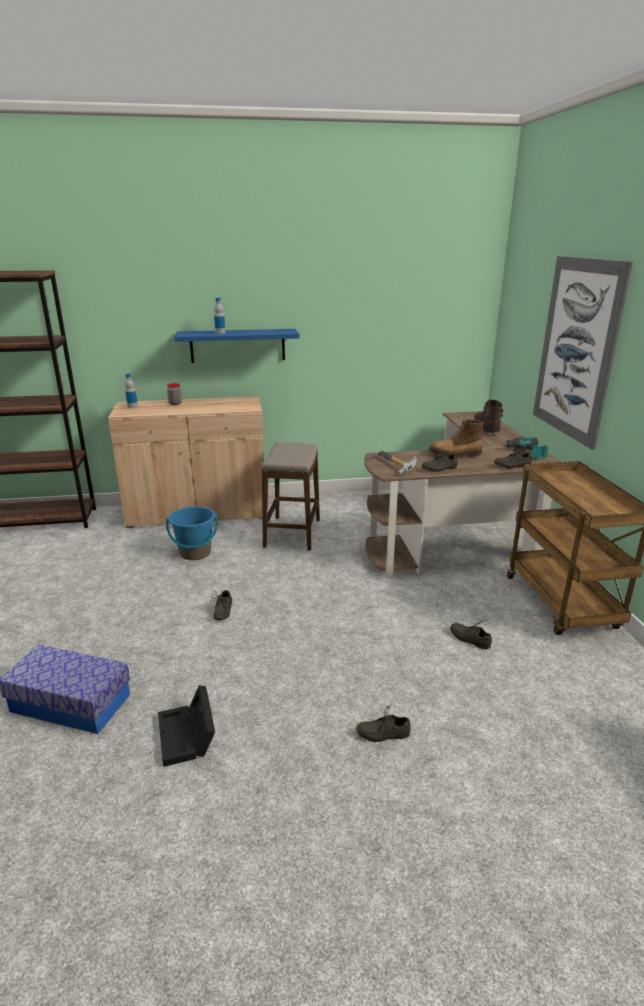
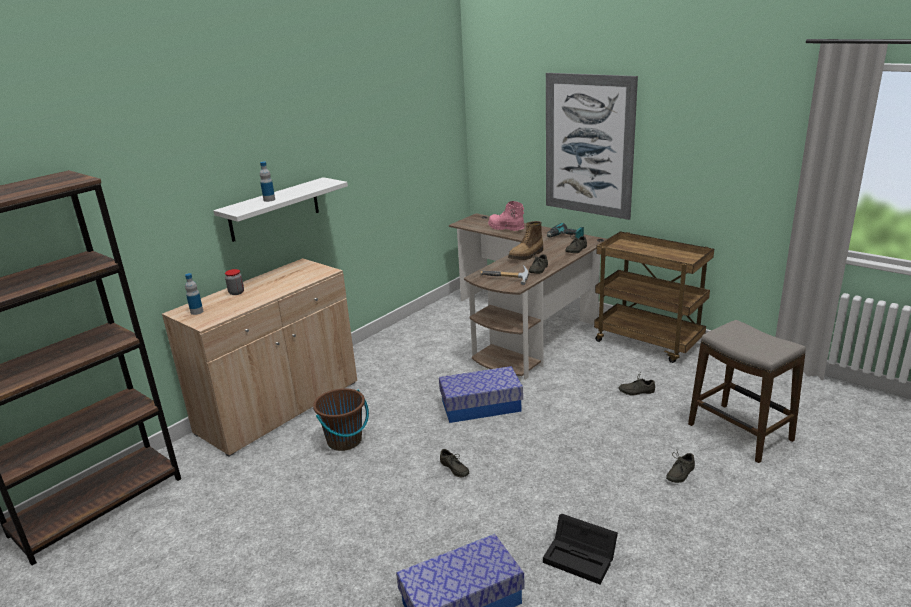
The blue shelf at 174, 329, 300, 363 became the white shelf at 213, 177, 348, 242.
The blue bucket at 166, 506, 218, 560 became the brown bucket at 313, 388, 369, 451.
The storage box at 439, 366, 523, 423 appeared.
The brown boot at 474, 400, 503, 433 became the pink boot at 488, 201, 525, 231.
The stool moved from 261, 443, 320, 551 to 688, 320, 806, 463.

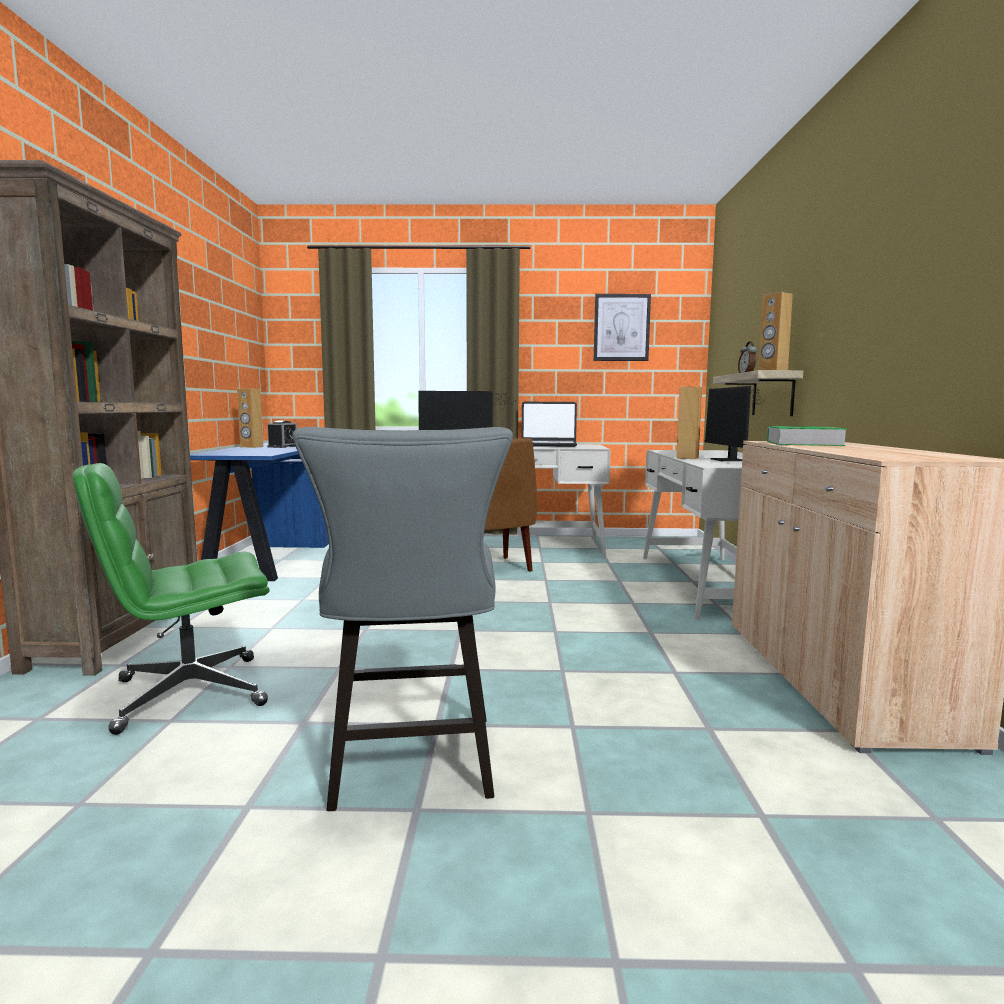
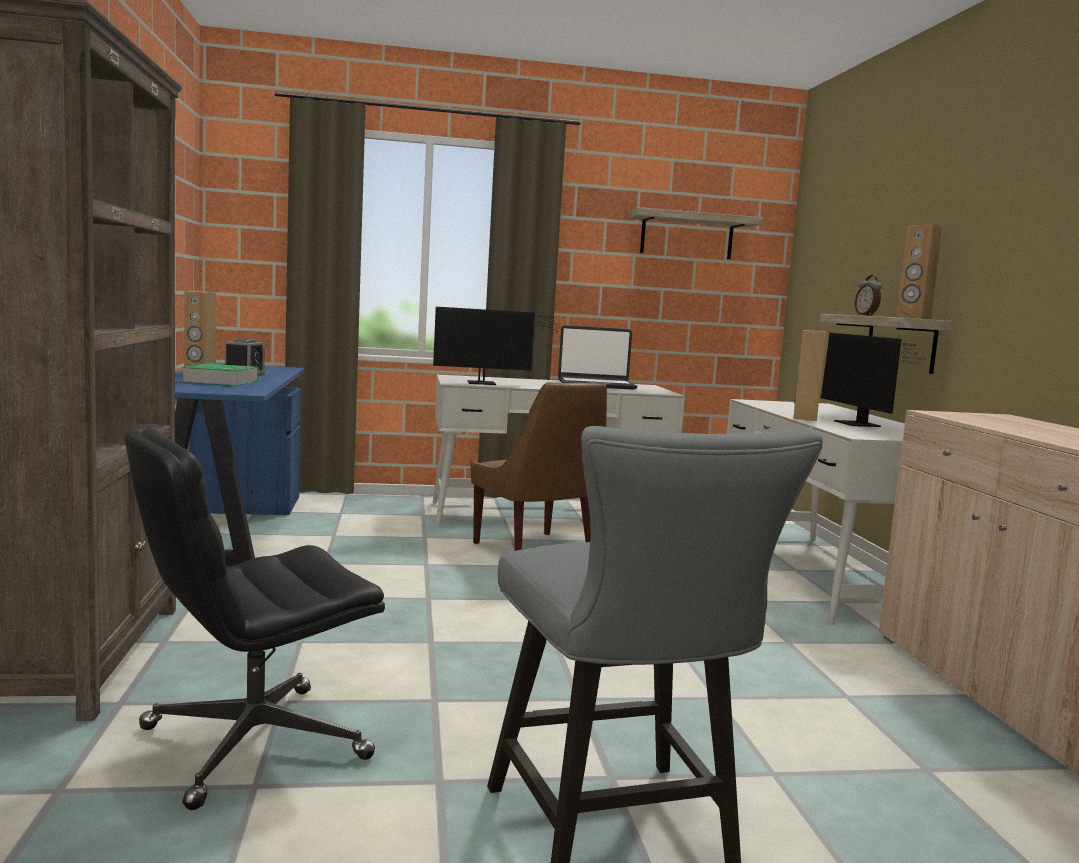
The green office chair at 73, 463, 270, 735 became the black office chair at 125, 428, 385, 810.
The book moved from 767, 426, 846, 446 to 182, 363, 259, 386.
The picture at 593, 294, 651, 361 was replaced by the shelf at 628, 207, 763, 259.

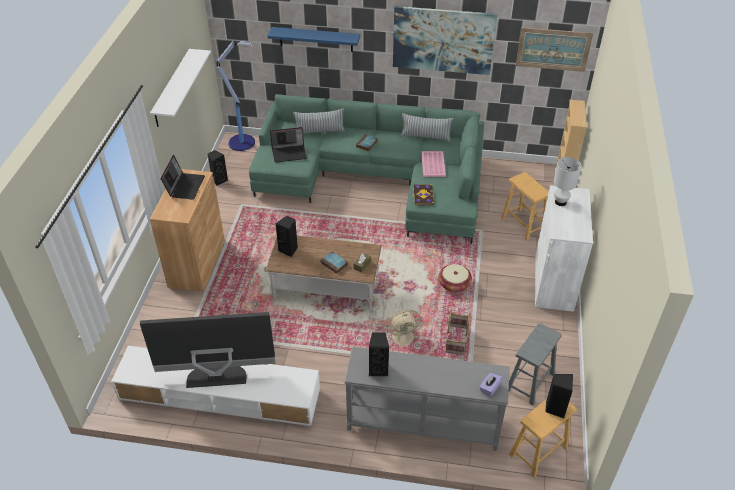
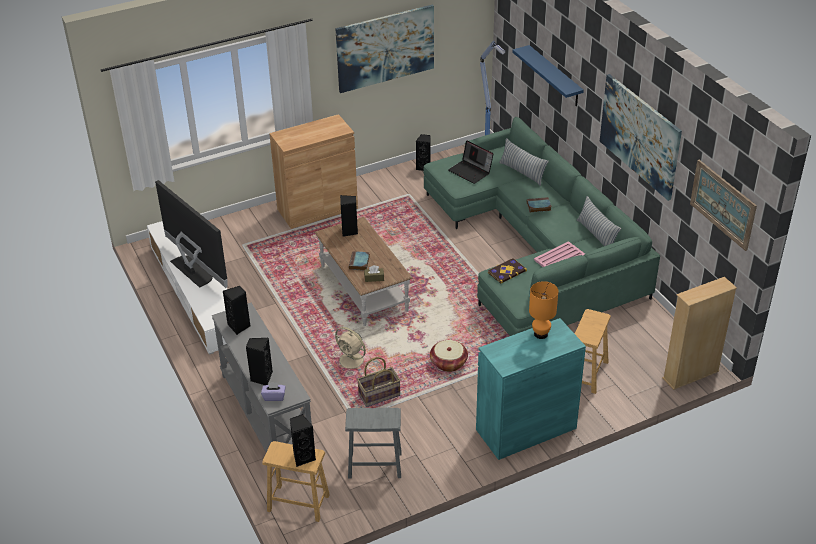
The black speaker at 246, 338, 273, 385 appeared.
The white shelf at 150, 49, 211, 127 was replaced by the picture at 335, 4, 434, 93.
The white cabinet at 535, 185, 593, 312 became the turquoise cabinet at 476, 318, 586, 460.
The white table lamp at 554, 157, 581, 206 became the orange table lamp at 529, 281, 558, 339.
The laptop at 160, 155, 205, 200 disappeared.

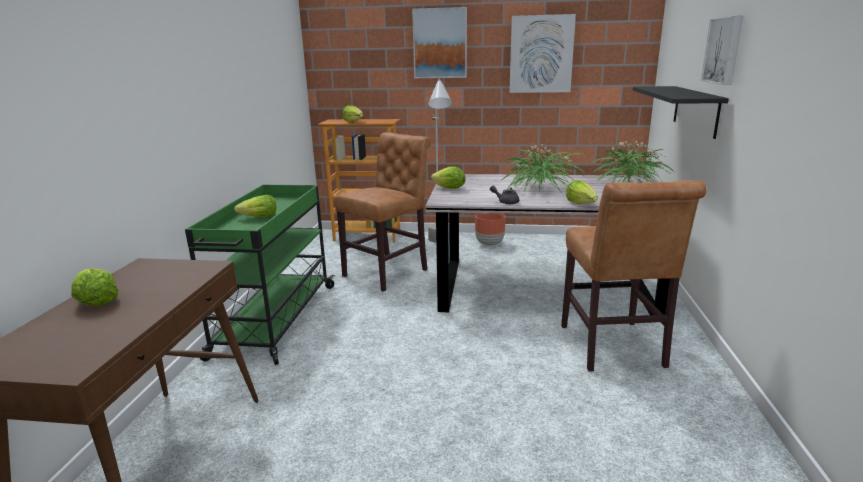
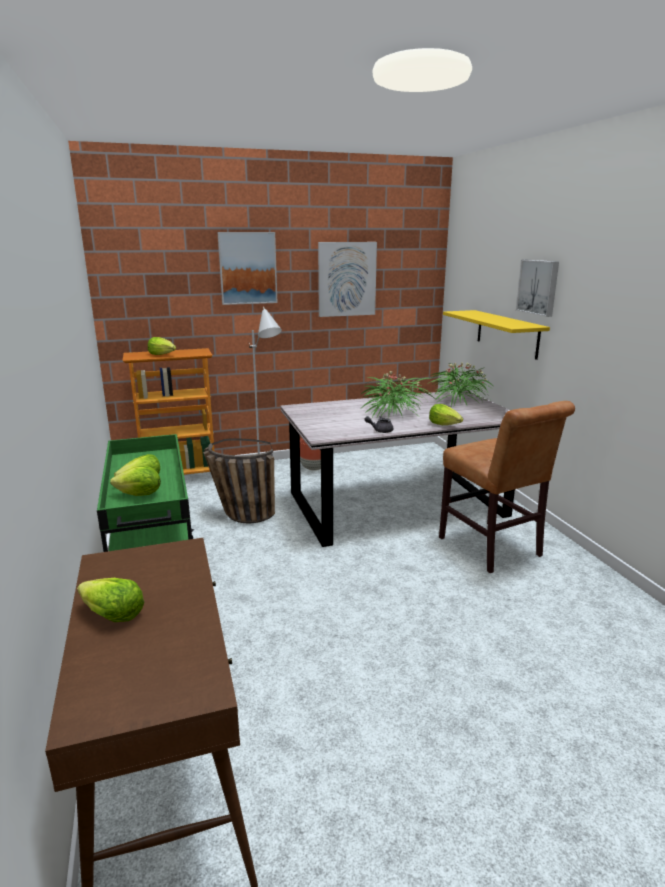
The lettuce moved from 431, 166, 466, 189 to 110, 466, 161, 496.
The brown chair at 334, 132, 431, 292 was replaced by the basket at 203, 438, 275, 523.
The black shelf at 633, 86, 729, 139 became the yellow shelf at 443, 310, 550, 360.

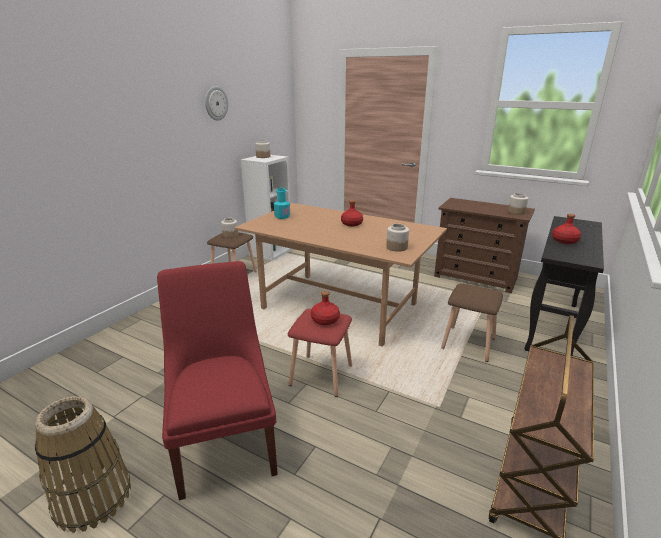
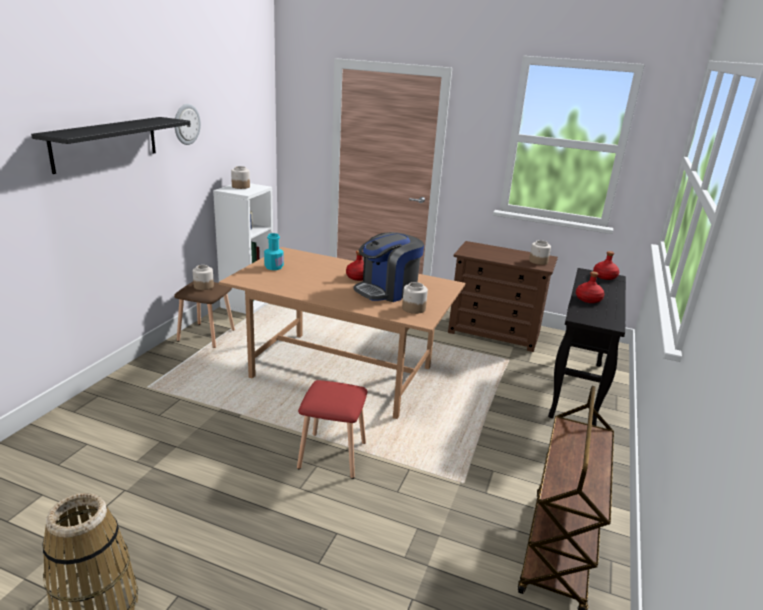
The black shelf at 31, 117, 190, 174 appeared.
The coffee machine at 353, 232, 424, 302 appeared.
The red bottle moved from 311, 291, 340, 325 to 593, 251, 619, 280.
The red chair at 157, 261, 278, 500 disappeared.
The brown stool at 441, 283, 503, 362 disappeared.

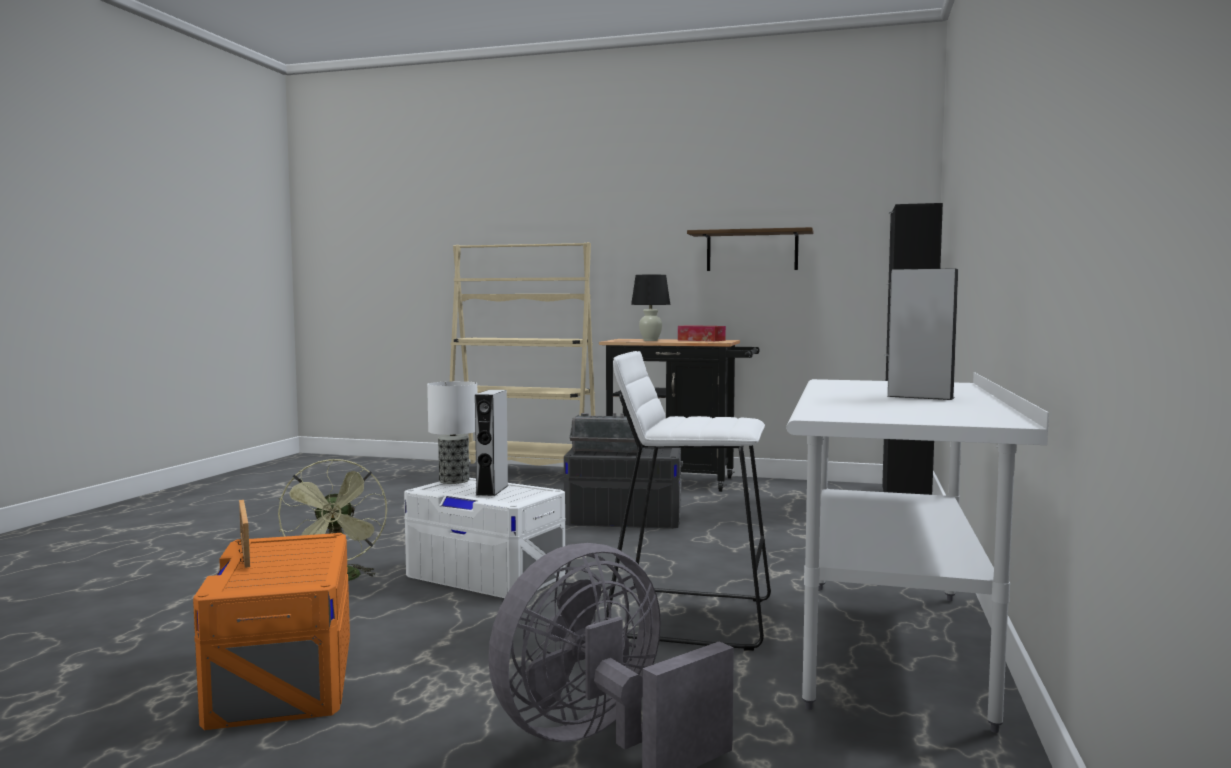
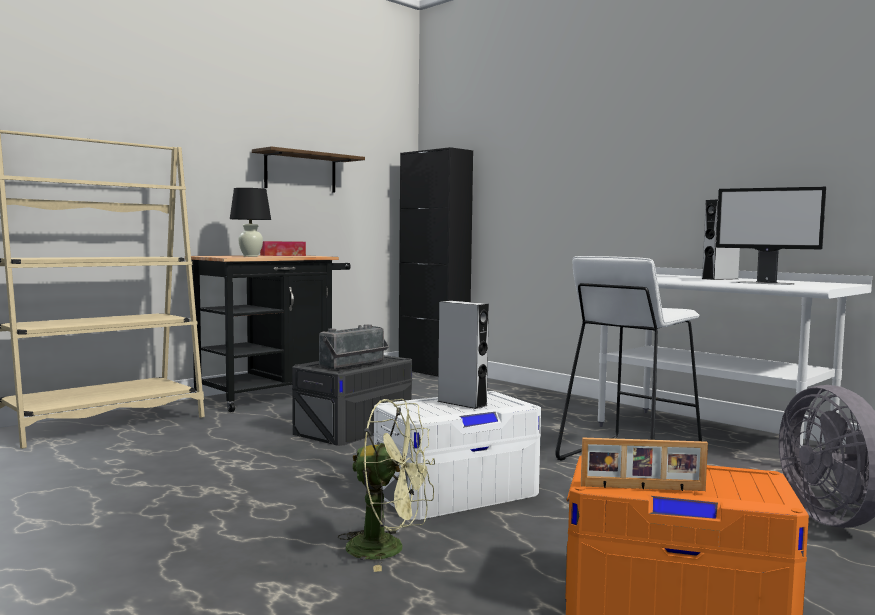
The monitor at 716, 187, 826, 285 appeared.
The table lamp at 427, 381, 477, 484 disappeared.

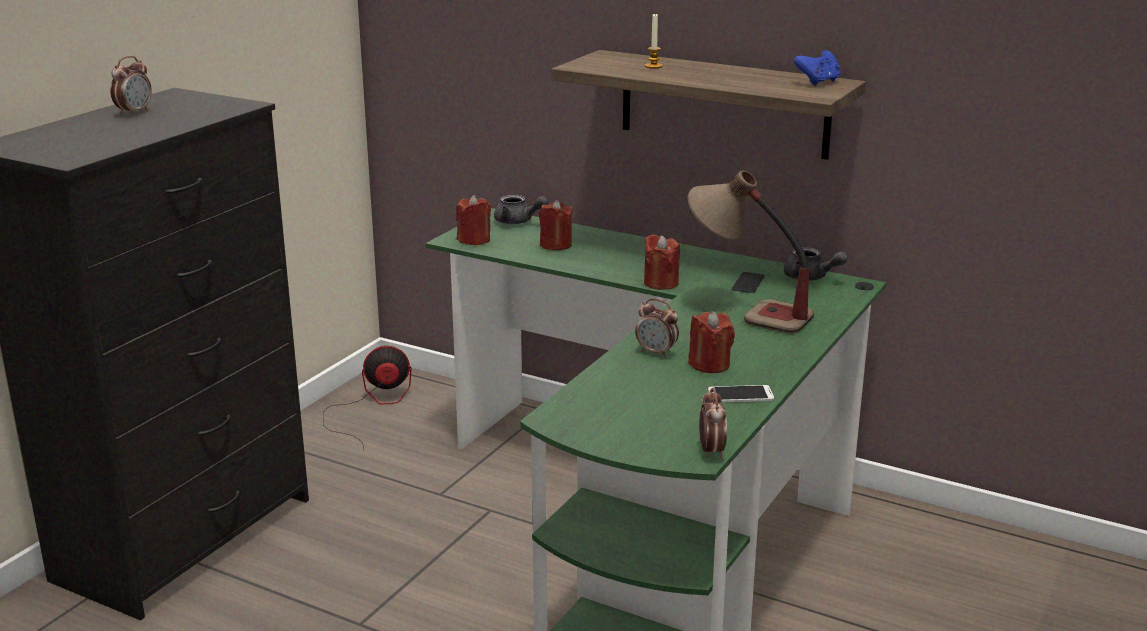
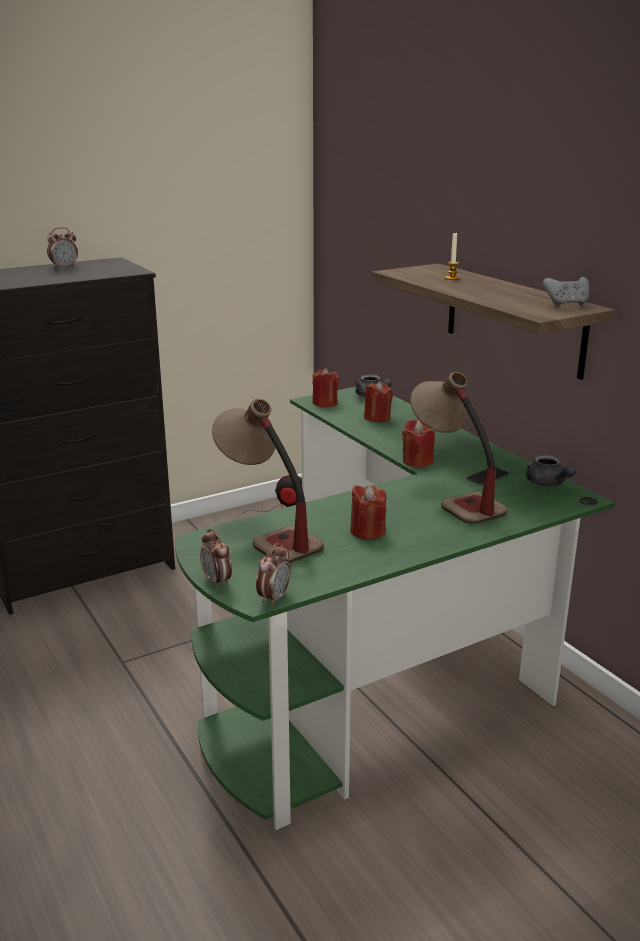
The alarm clock moved from 635, 299, 679, 358 to 200, 528, 232, 589.
The table lamp at 212, 399, 324, 563 appeared.
The blue game controller at 794, 50, 841, 86 became the grey game controller at 543, 277, 589, 307.
The phone at 708, 385, 774, 402 disappeared.

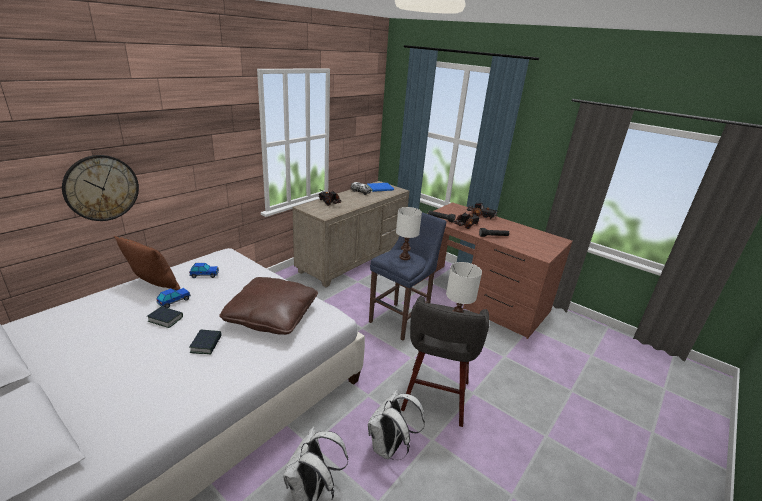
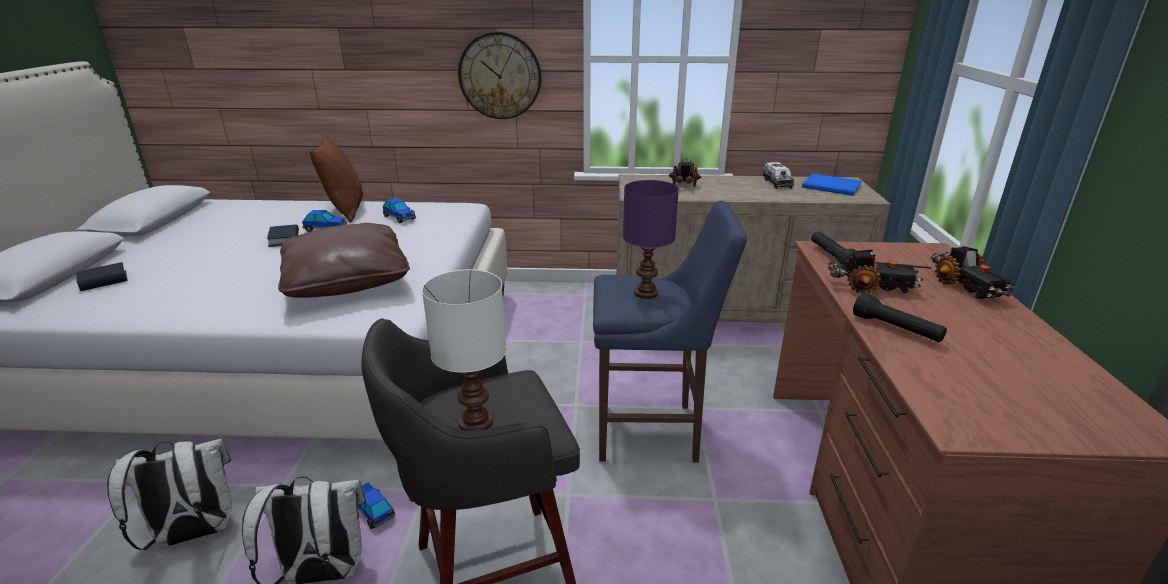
The book moved from 190, 330, 222, 354 to 77, 262, 128, 291.
The toy car at 358, 482, 395, 529 appeared.
The wall clock moved from 62, 155, 139, 221 to 458, 32, 541, 119.
The white table lamp at 396, 207, 422, 260 became the purple table lamp at 623, 180, 679, 299.

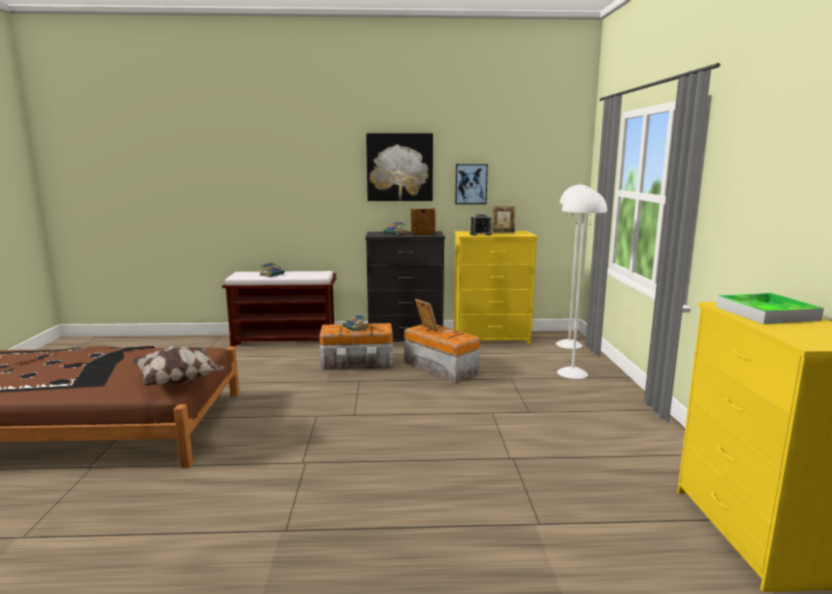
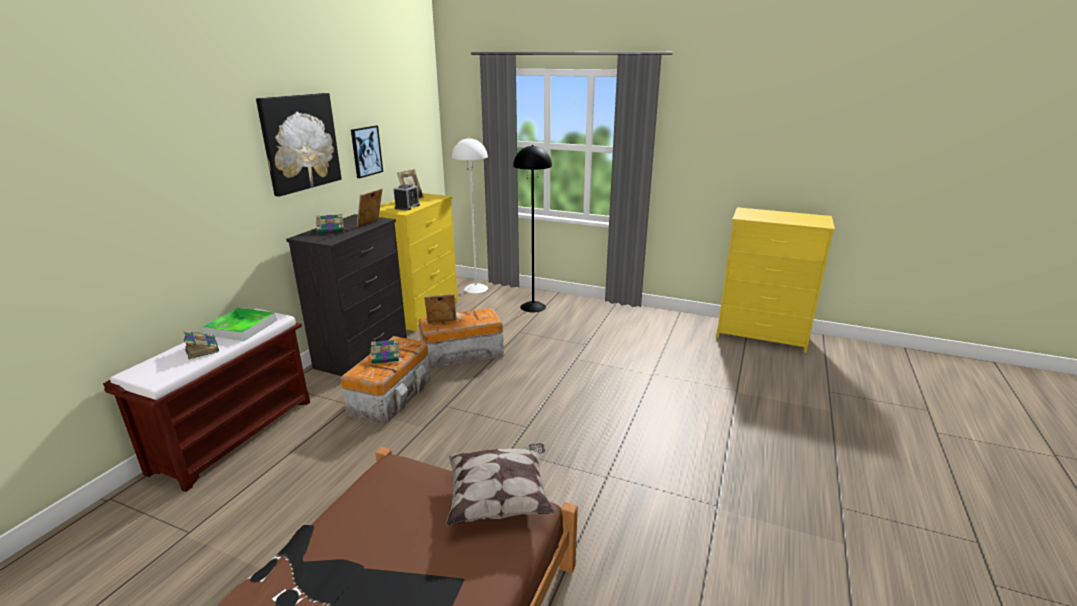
The tray moved from 716, 293, 824, 324 to 203, 308, 277, 341.
The white floor lamp at 557, 188, 607, 379 became the black floor lamp at 513, 145, 552, 312.

